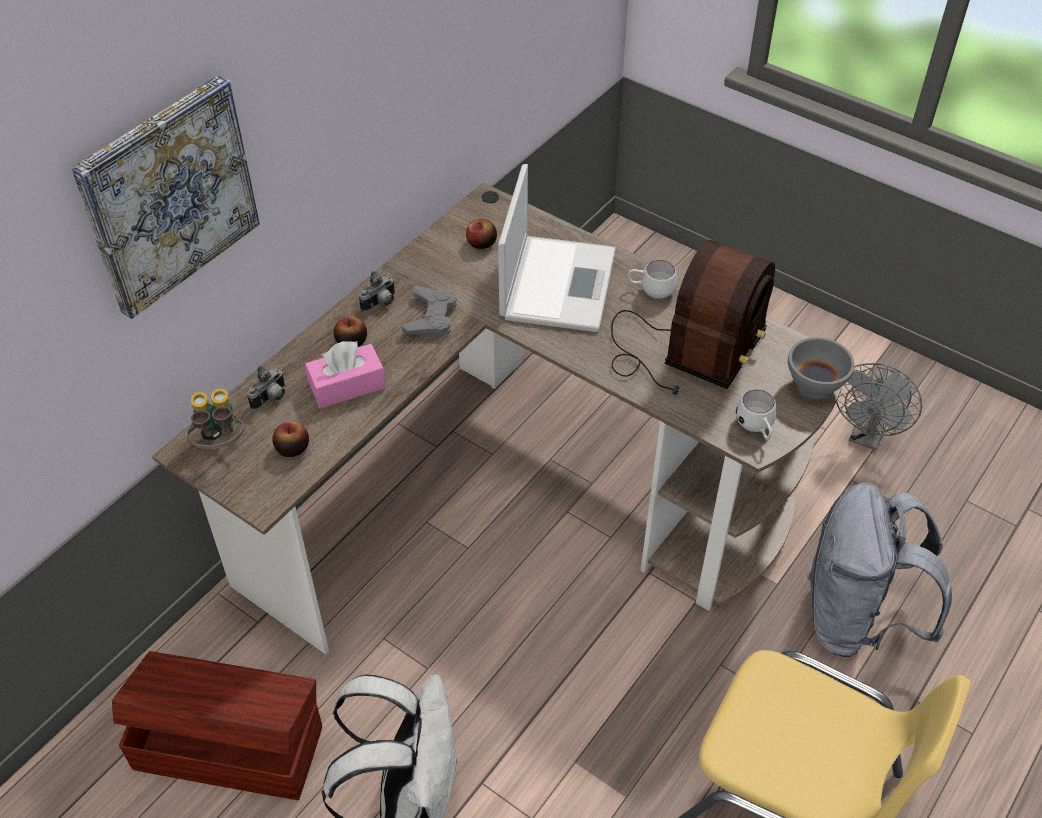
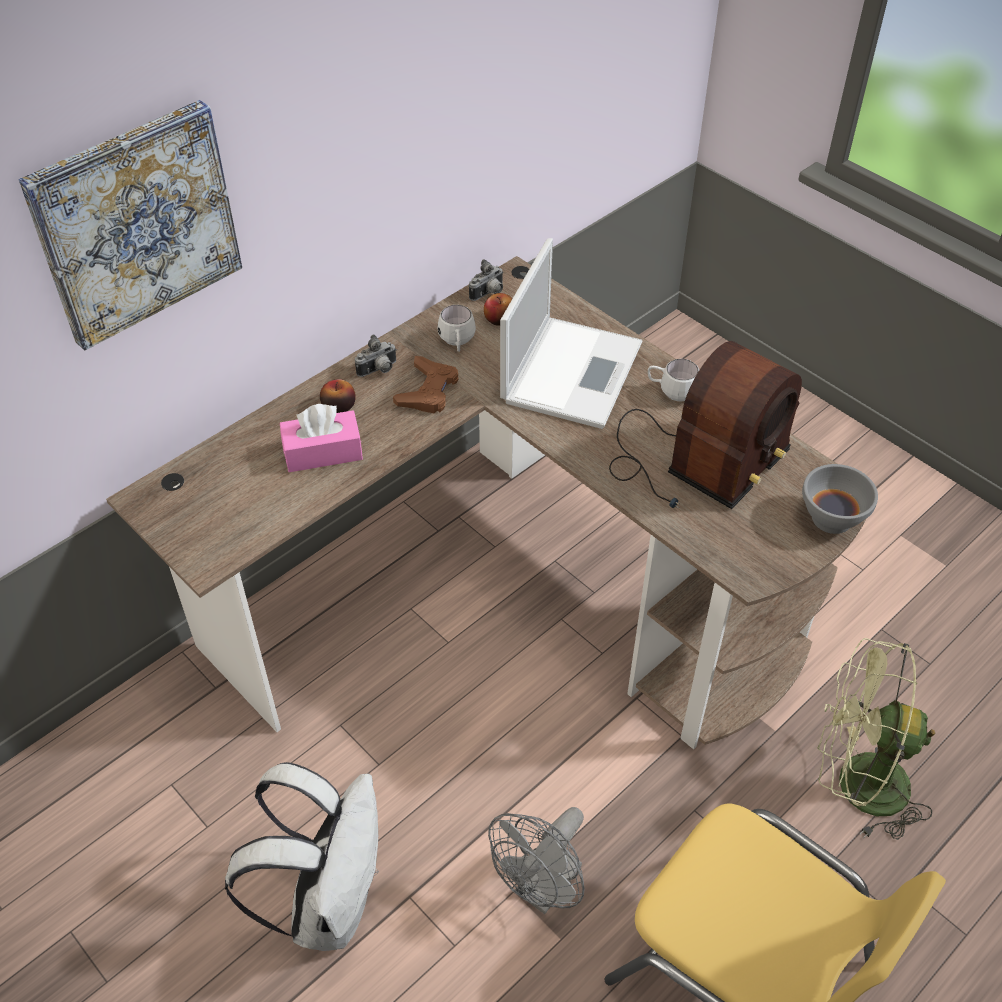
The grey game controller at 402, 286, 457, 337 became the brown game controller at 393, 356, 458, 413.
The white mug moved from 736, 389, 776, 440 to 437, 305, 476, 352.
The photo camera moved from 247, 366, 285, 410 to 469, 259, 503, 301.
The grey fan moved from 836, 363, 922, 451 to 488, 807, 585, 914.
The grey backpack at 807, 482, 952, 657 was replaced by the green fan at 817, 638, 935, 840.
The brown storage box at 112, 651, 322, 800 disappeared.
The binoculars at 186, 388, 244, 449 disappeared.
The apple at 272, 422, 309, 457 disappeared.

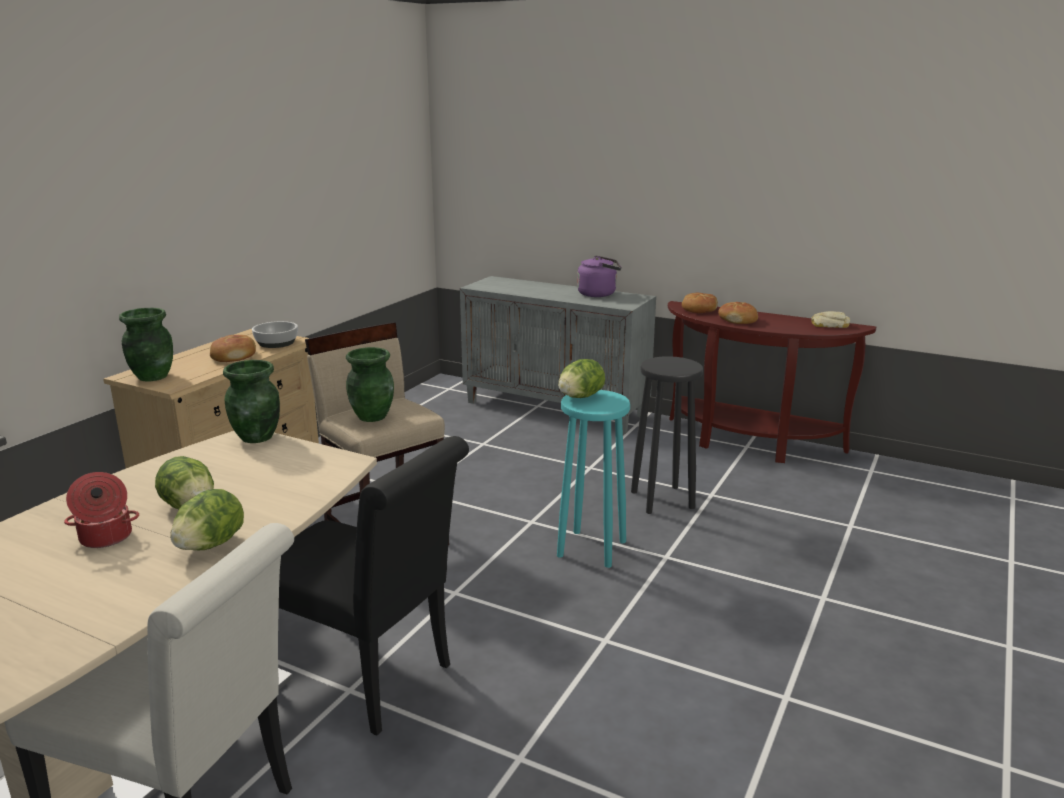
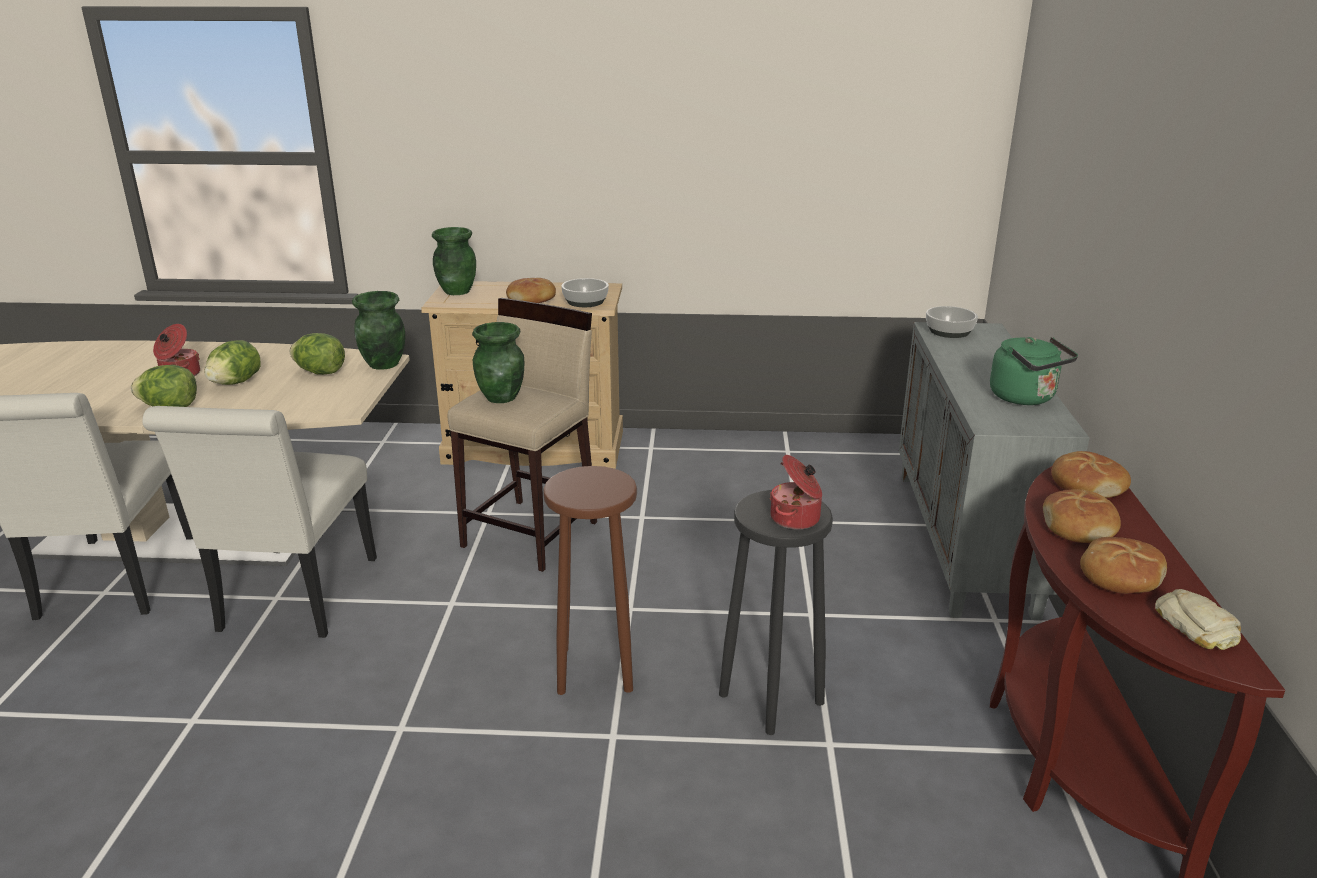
The black chair at 279, 436, 469, 735 became the white chair at 142, 406, 377, 638.
The lettuce moved from 558, 359, 605, 398 to 290, 333, 345, 375.
The turquoise stool at 557, 390, 630, 568 became the brown stool at 543, 466, 637, 695.
The cooking pot at 770, 455, 822, 529 appeared.
The bowl at 926, 306, 978, 338 appeared.
The purple kettle at 577, 255, 621, 297 became the green kettle at 990, 337, 1078, 405.
The bread at 1080, 537, 1167, 594 appeared.

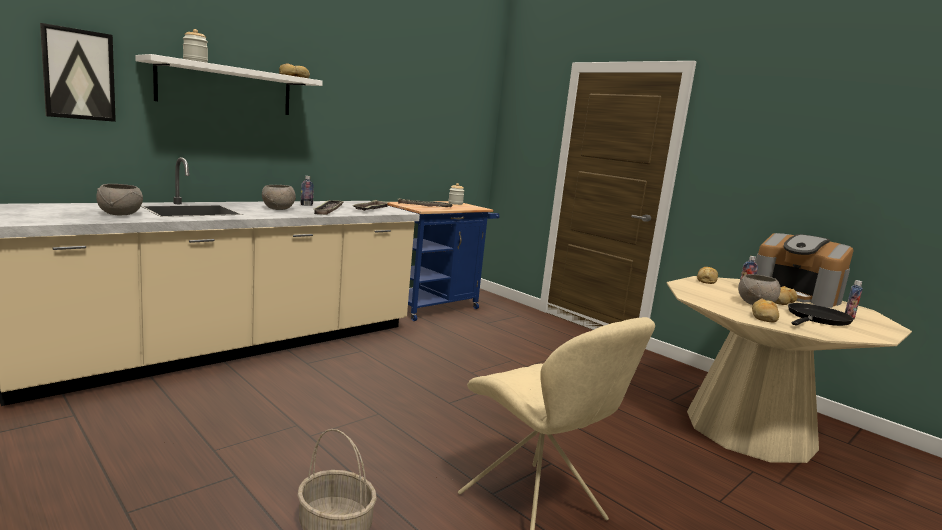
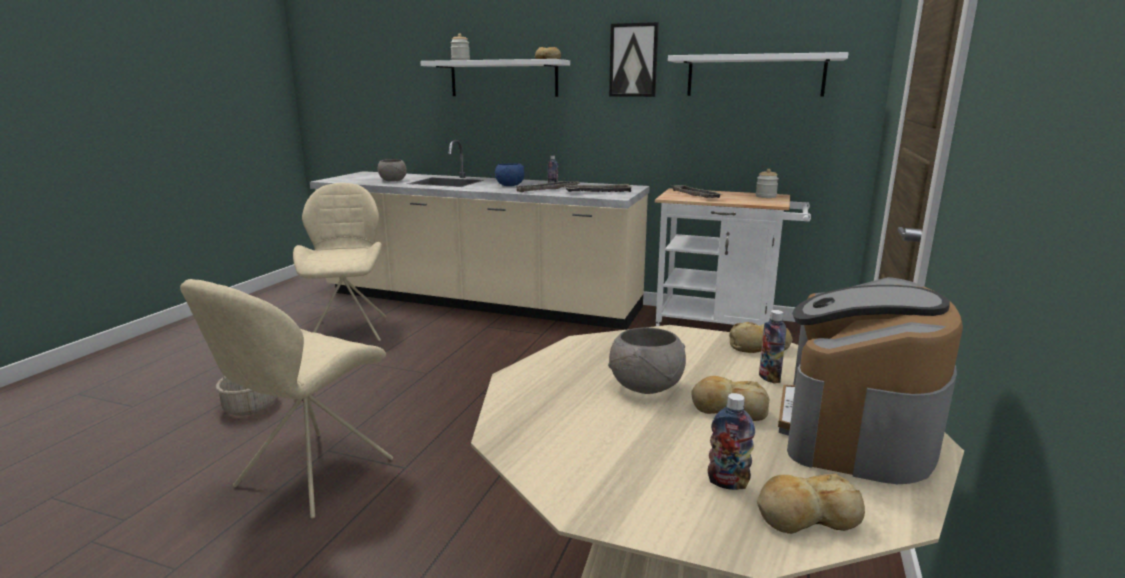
The beige chair at 293, 183, 386, 341 appeared.
The grey bowl at 262, 185, 296, 210 became the blue bowl at 495, 163, 525, 186.
The picture moved from 40, 23, 116, 122 to 609, 22, 659, 97.
The blue cart at 387, 201, 500, 321 became the white cart at 655, 188, 811, 326.
The white shelf at 668, 52, 849, 96 appeared.
The bread moved from 752, 298, 779, 322 to 757, 473, 865, 534.
The black frying pan at 788, 303, 854, 326 disappeared.

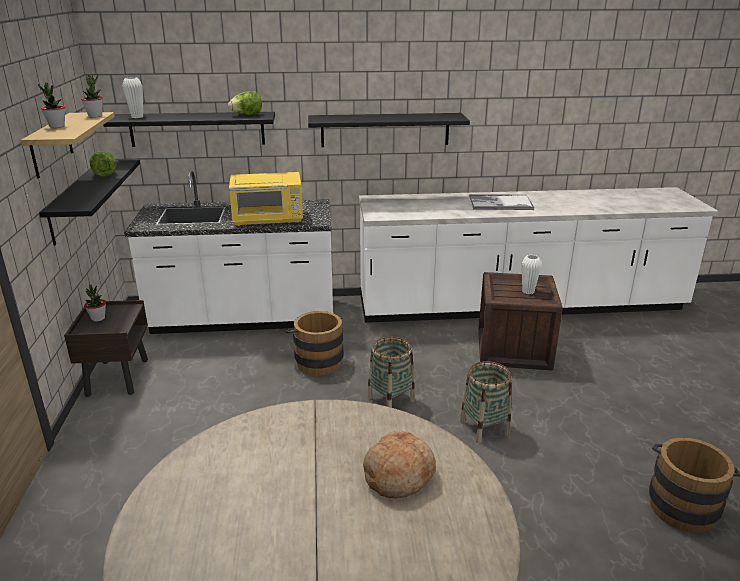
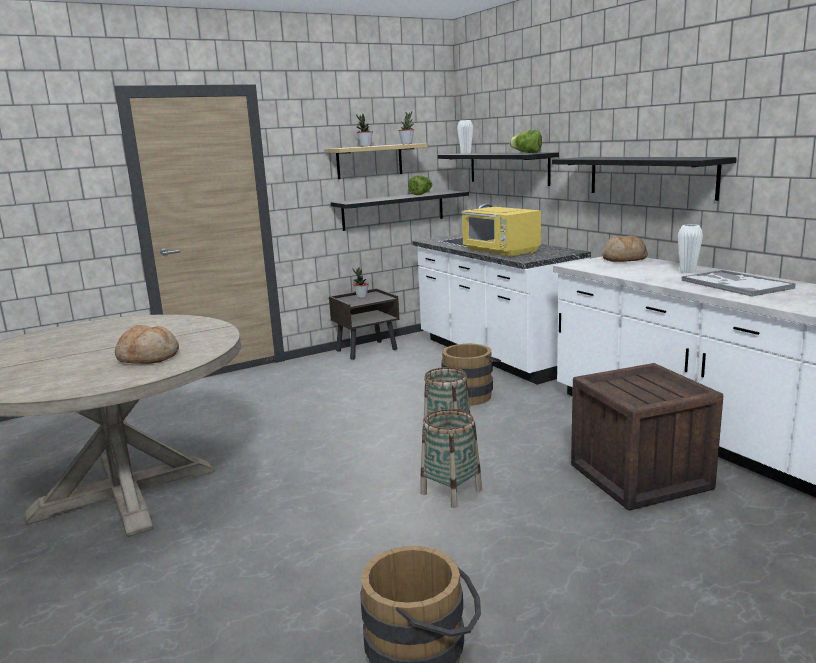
The bread at 602, 235, 648, 262 appeared.
The white vase moved from 522, 255, 542, 294 to 678, 224, 703, 273.

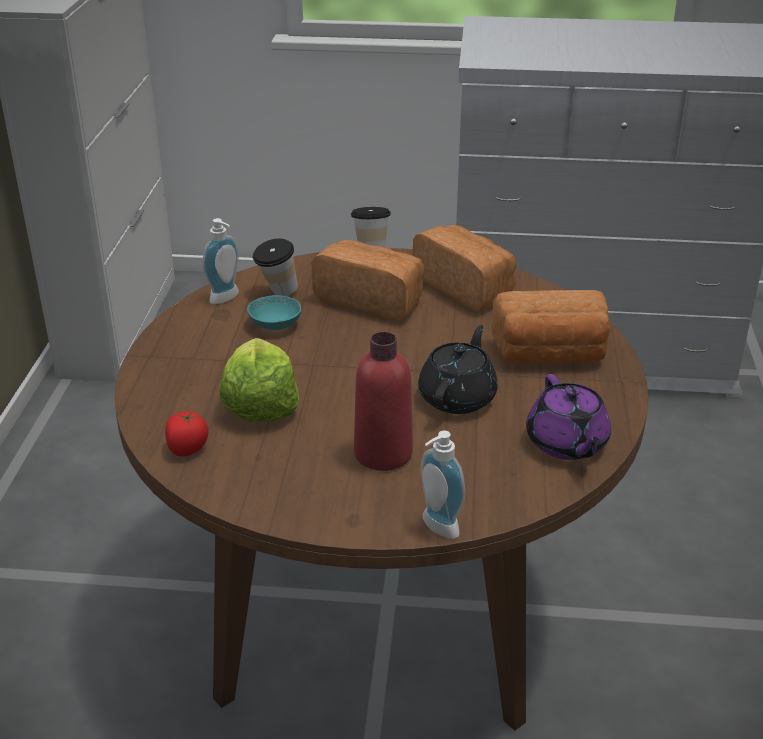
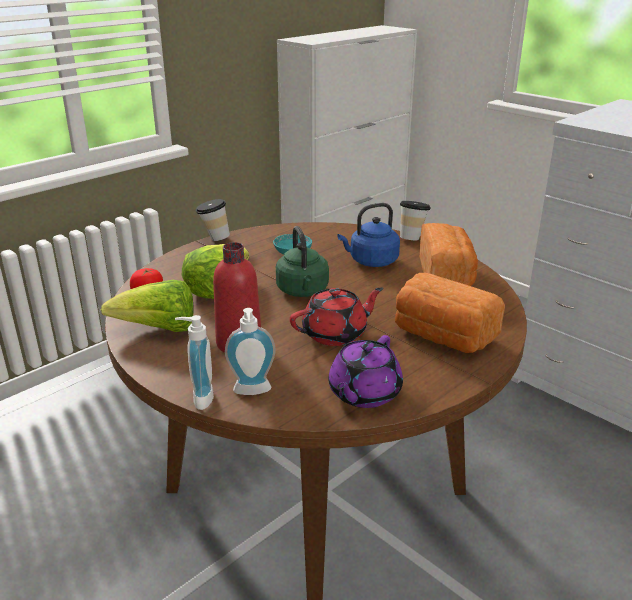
The lettuce at 101, 280, 193, 332 appeared.
The cup moved from 253, 238, 298, 296 to 196, 199, 230, 241.
The soap dispenser moved from 202, 218, 239, 304 to 225, 308, 276, 395.
The green kettle at 276, 226, 329, 297 appeared.
The black teapot at 418, 325, 498, 414 became the red teapot at 290, 287, 384, 346.
The bread at 311, 240, 424, 321 was replaced by the blue kettle at 337, 203, 400, 267.

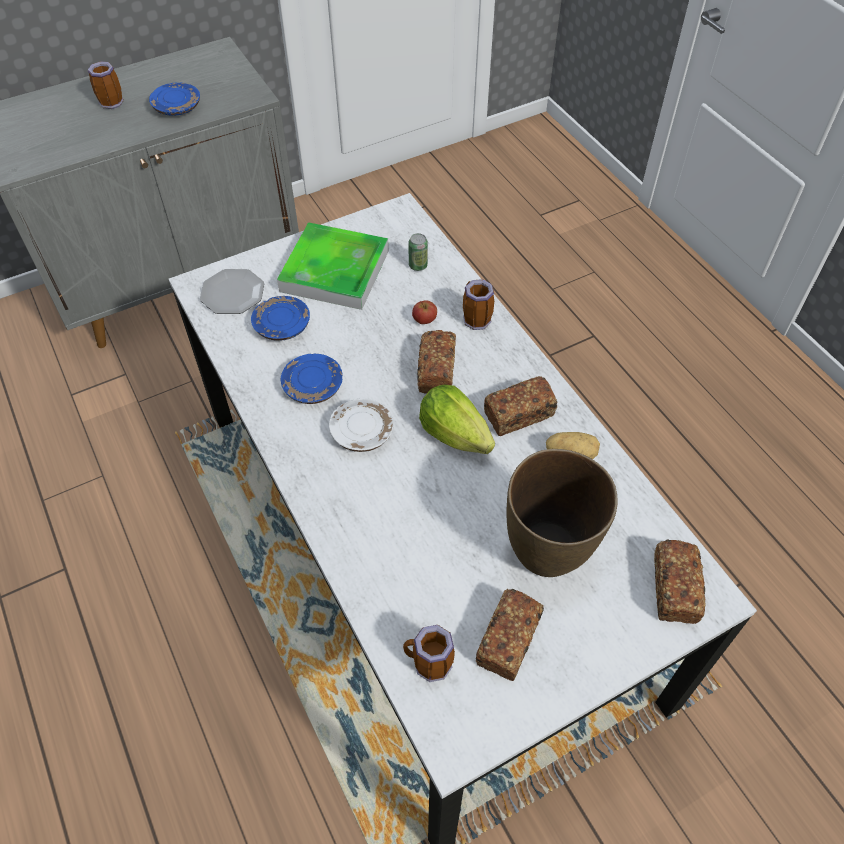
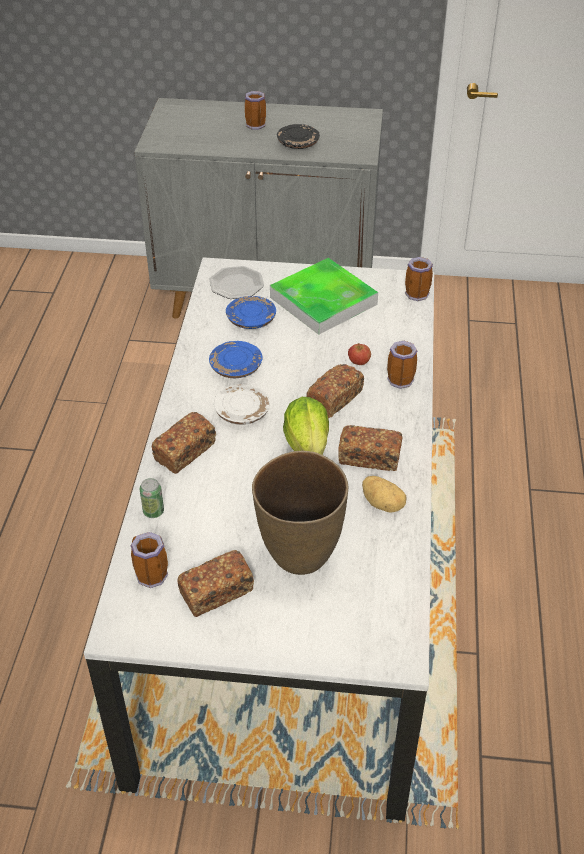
The can moved from 408, 233, 428, 271 to 140, 478, 164, 518.
The bread moved from 654, 540, 706, 624 to 152, 412, 216, 474.
The blue plate at 149, 82, 200, 116 became the black plate at 277, 124, 320, 149.
The mug at 405, 257, 433, 301 appeared.

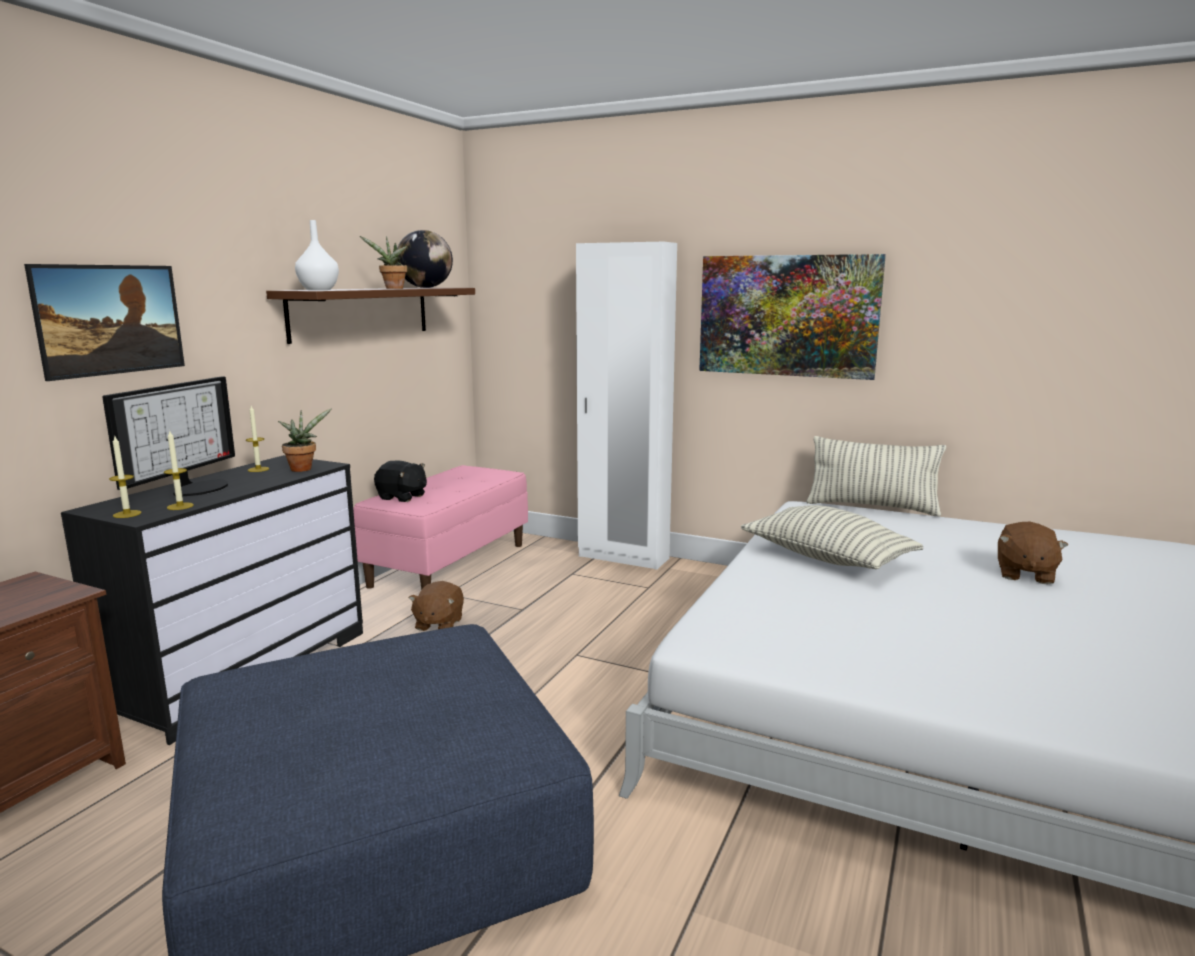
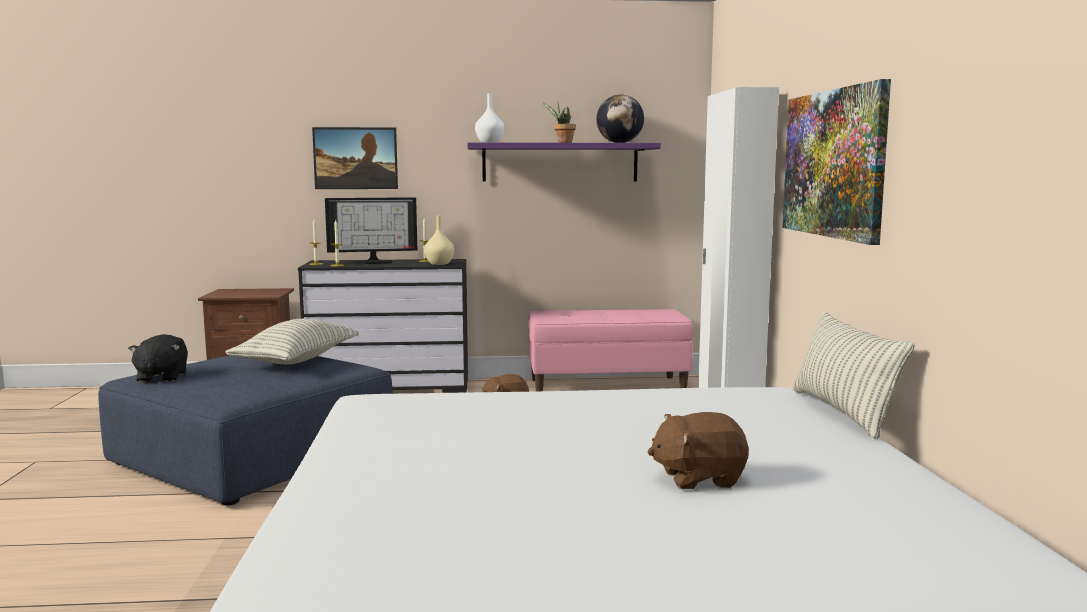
The black plush toy moved from 374, 460, 427, 502 to 128, 334, 188, 383.
The pillow moved from 741, 505, 923, 569 to 226, 319, 359, 364.
The potted plant at 278, 408, 332, 472 was replaced by the beige vase at 424, 215, 454, 265.
The brown shelf at 266, 288, 475, 344 became the purple shelf at 468, 142, 661, 182.

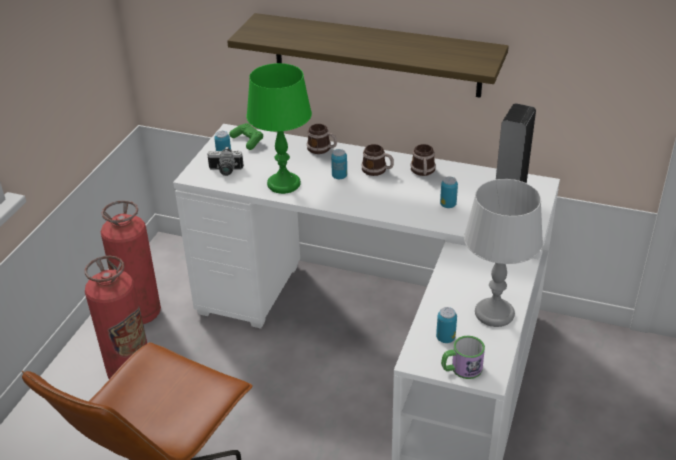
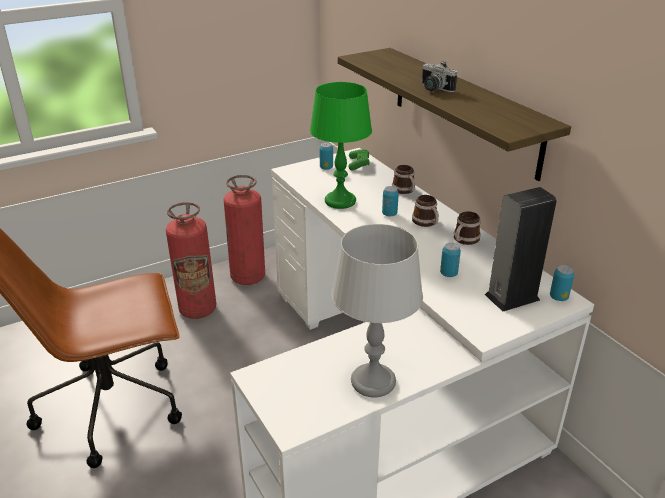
The photo camera moved from 208, 146, 244, 176 to 422, 61, 457, 92.
The can moved from 436, 307, 457, 343 to 550, 265, 574, 301.
The mug at 441, 336, 485, 379 disappeared.

